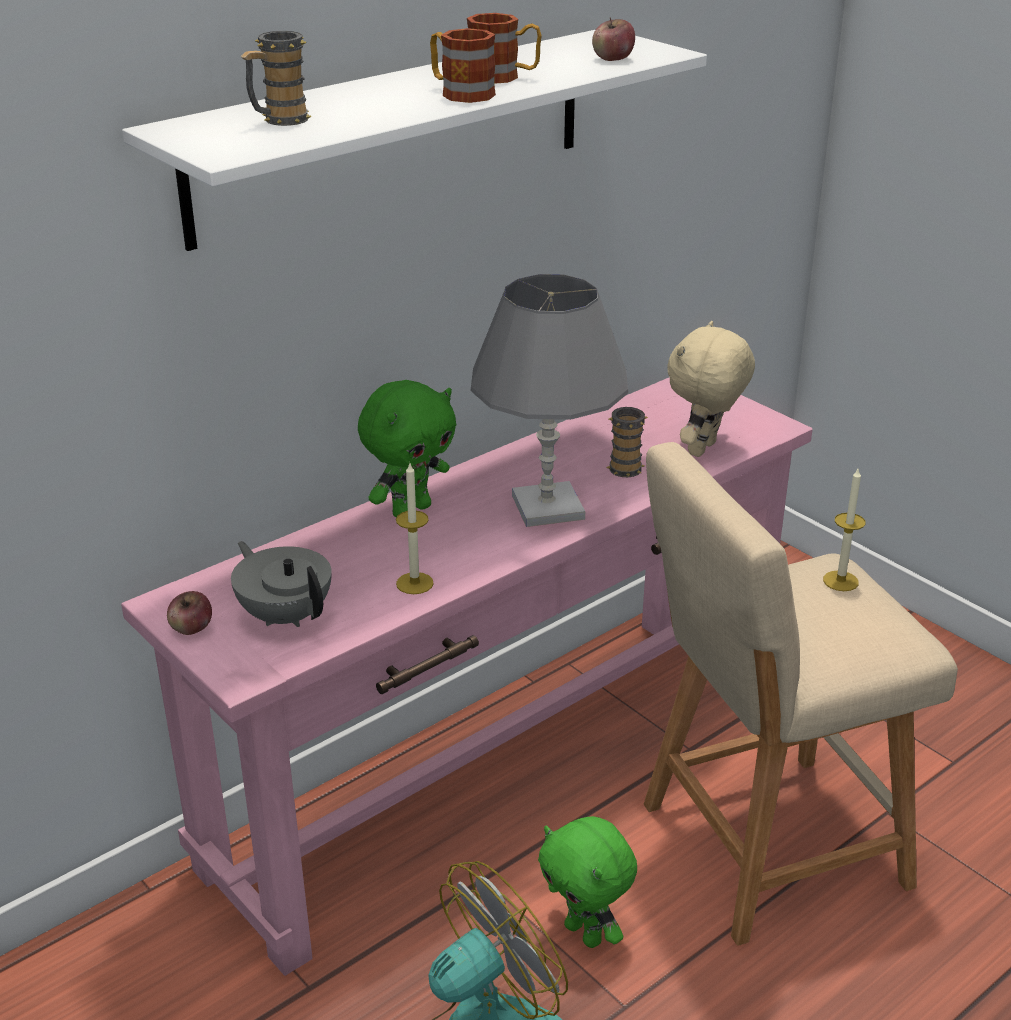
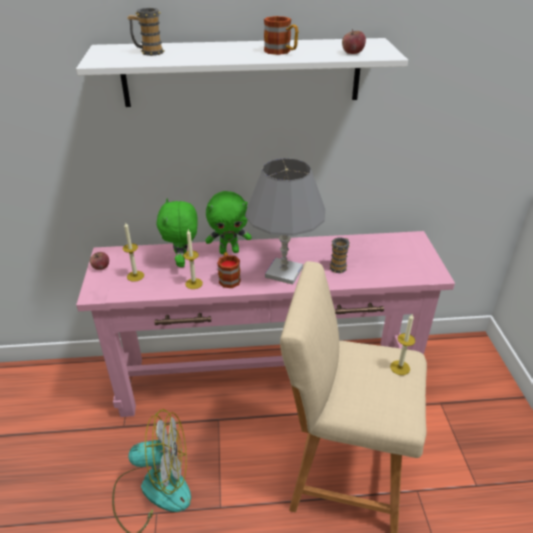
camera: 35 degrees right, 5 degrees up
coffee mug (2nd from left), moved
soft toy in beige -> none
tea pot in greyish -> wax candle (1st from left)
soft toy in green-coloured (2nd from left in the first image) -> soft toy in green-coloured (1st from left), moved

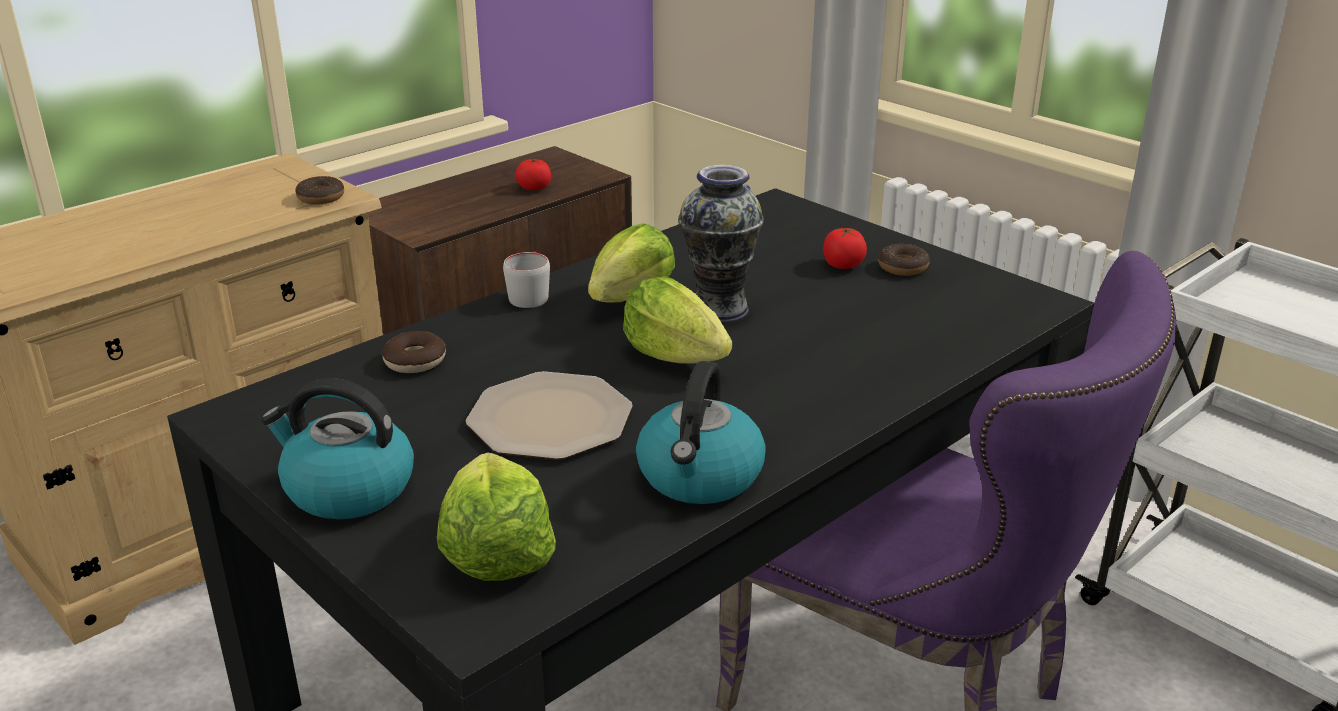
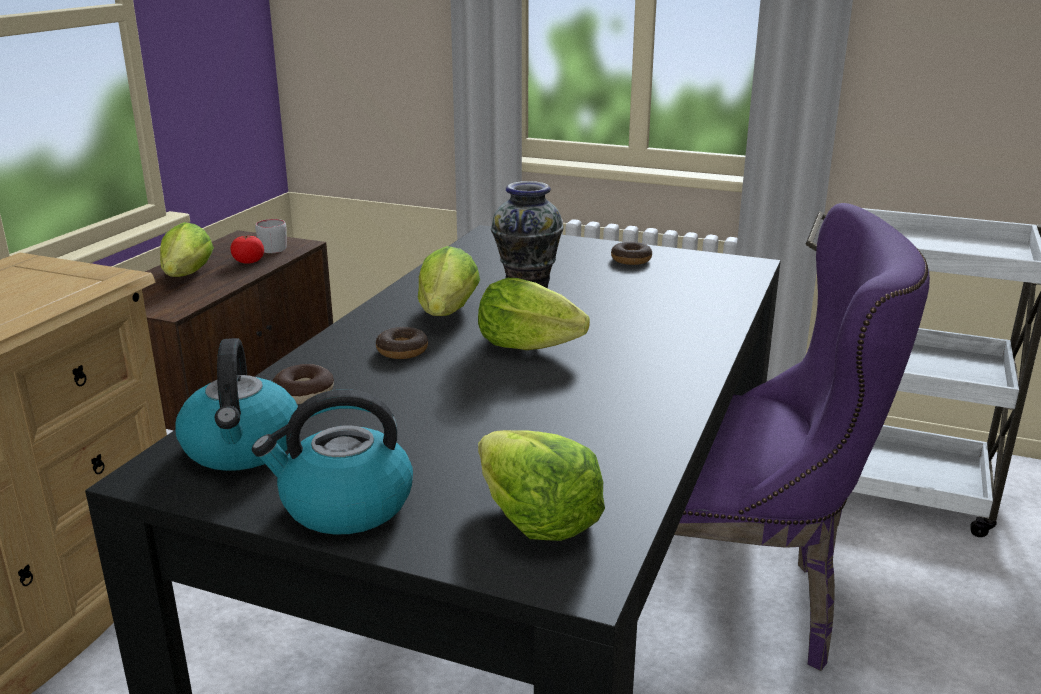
camera: 25 degrees left, 5 degrees down
ring doughnut (1st from left in the first image) -> ring doughnut (2nd from left), moved
fresh tomato (2nd from left) -> none
coffee mug in greyish, moved
water kettle (2nd from left in the first image) -> water kettle (1st from left), moved
flat dish -> none
none -> head of lettuce (1st from left)

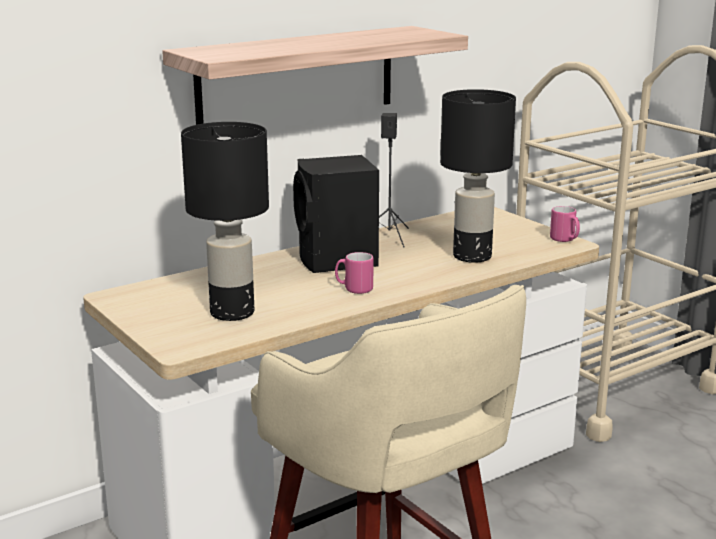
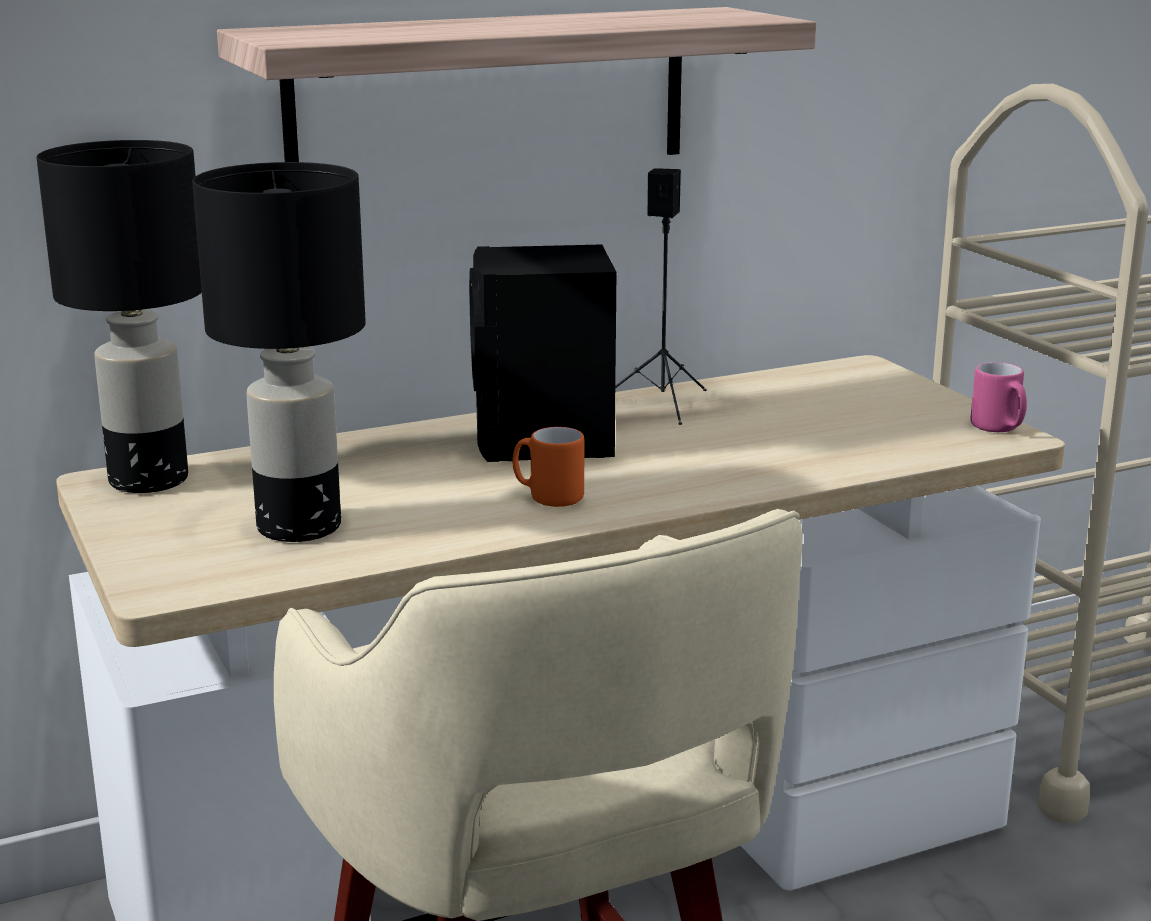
camera: 10 degrees right, 0 degrees up
tabletop lamp in black (2nd from left in the first image) -> tabletop lamp in black (1st from left), moved
coffee mug in pink (1st from left) -> coffee mug in orangey

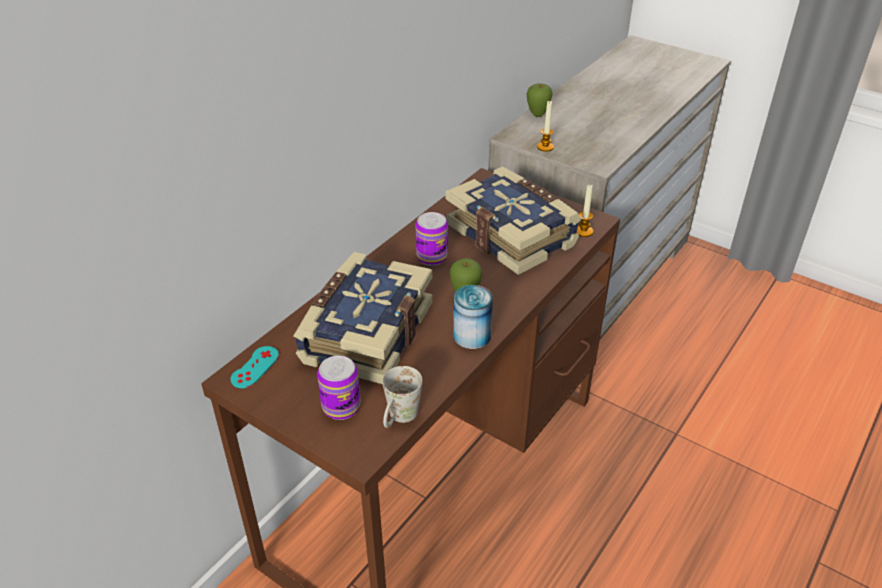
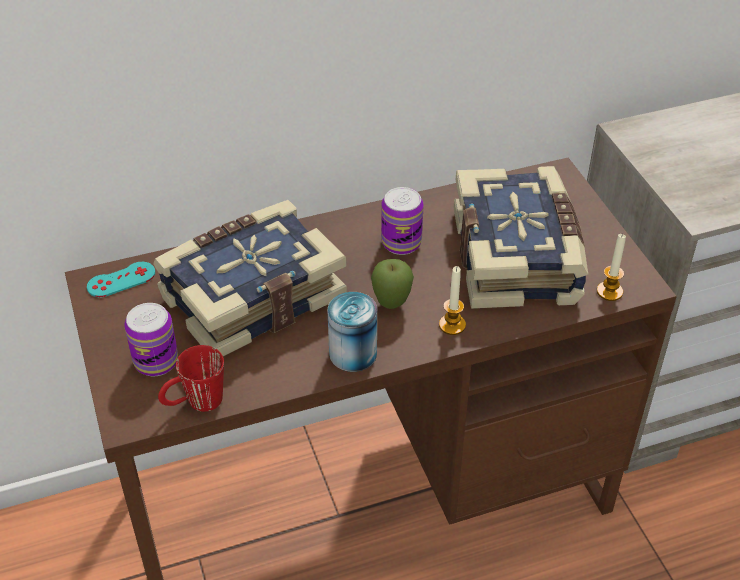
camera: 35 degrees right, 5 degrees up
apple (2nd from left) -> none
wax candle (1st from left), moved
coffee mug in white -> coffee mug in red

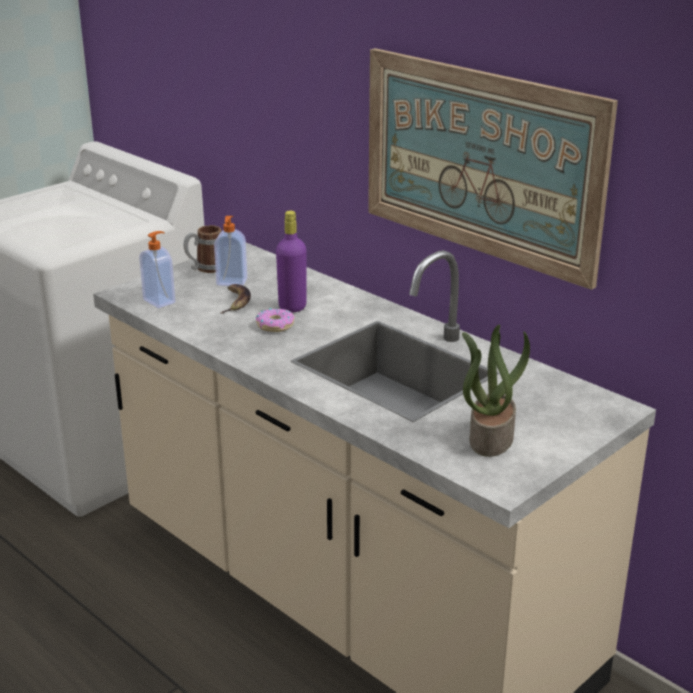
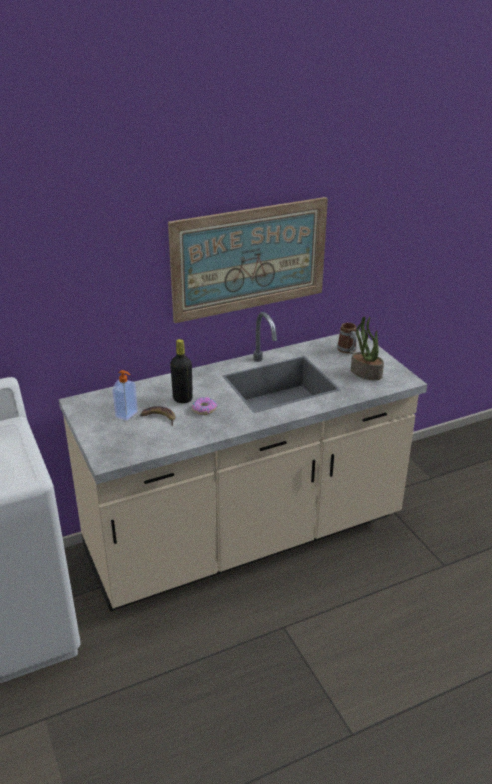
camera: 70 degrees left, 5 degrees up
drink bottle in purple -> drink bottle in black
coffee mug, moved
soap bottle (1st from left) -> none

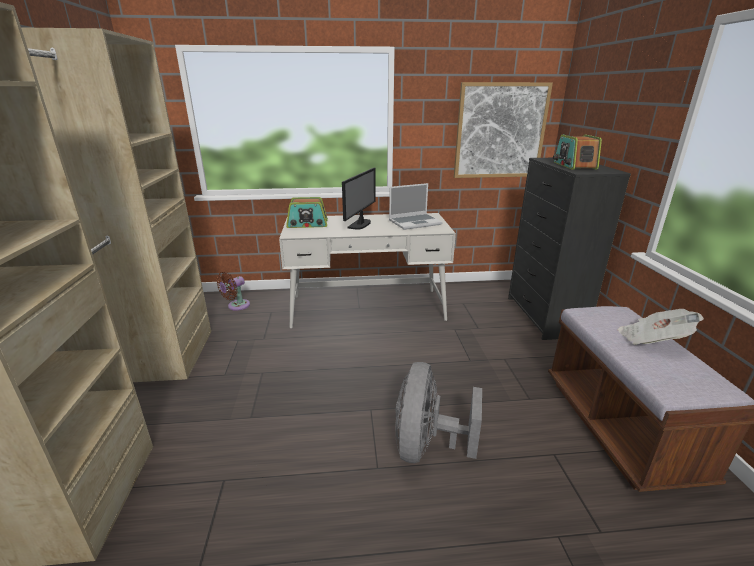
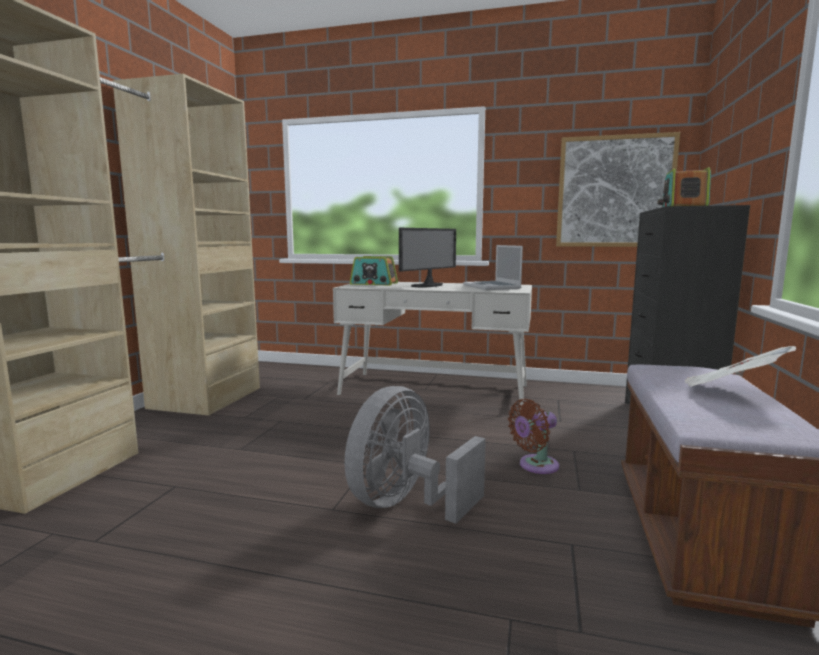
camera: 20 degrees right, 15 degrees down
laptop, 75 degrees clockwise
electric fan in brown, moved

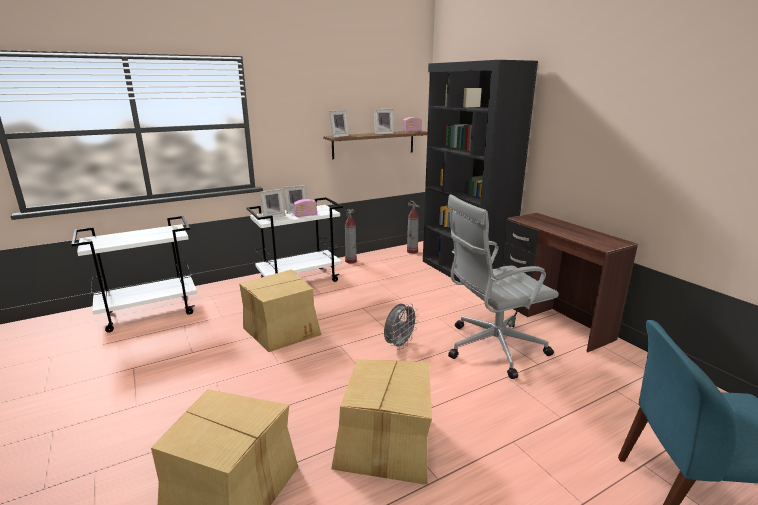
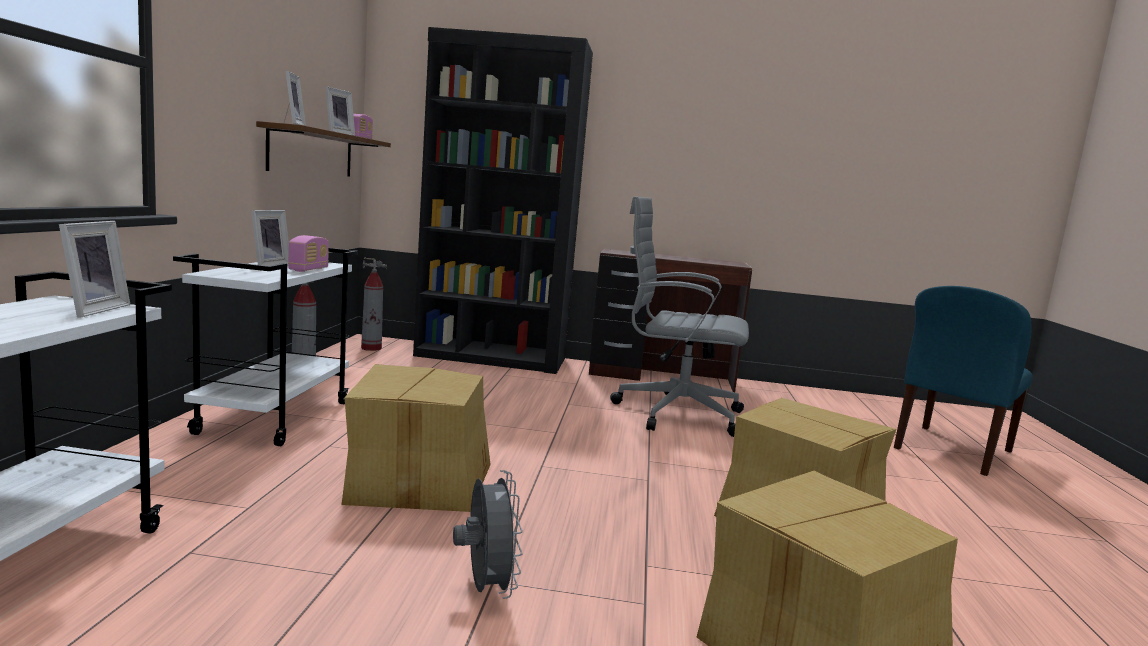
camera: 55 degrees left, 10 degrees down
picture frame (1st from left), moved
office chair in greyish, 90 degrees clockwise
electric fan in greyish, moved

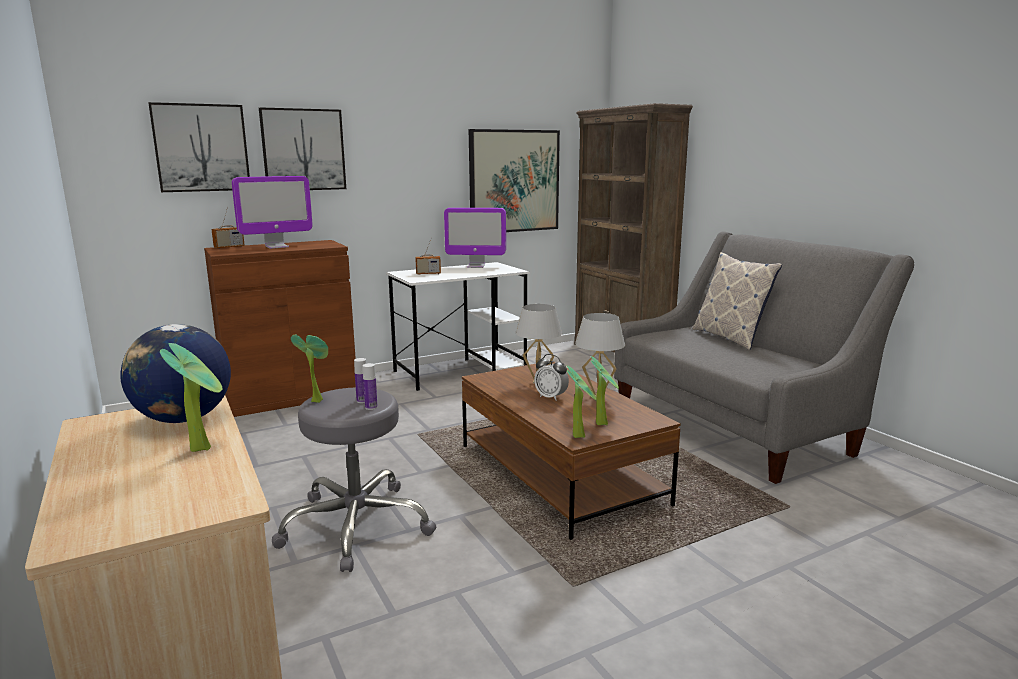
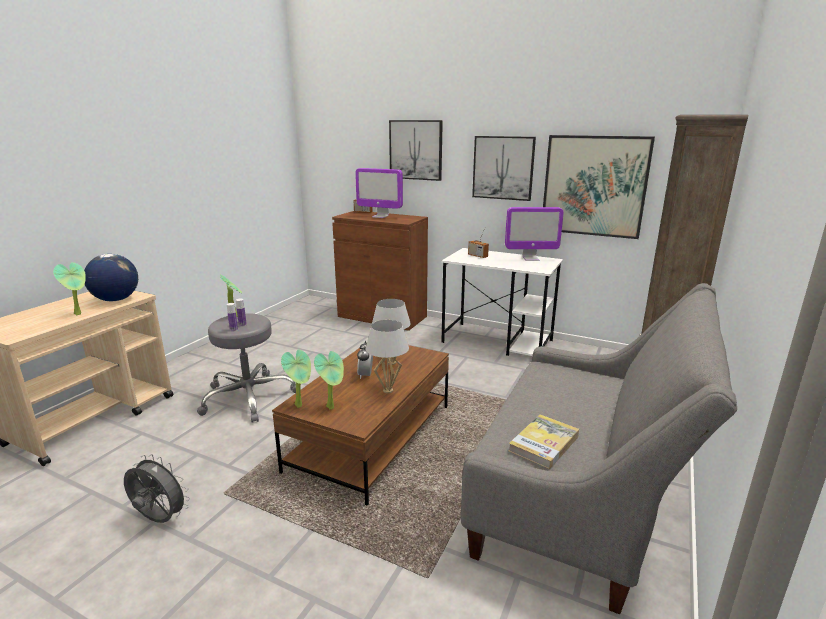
camera: 55 degrees right, 5 degrees up
picture (1st from left in the first image) -> picture (2nd from left), moved
computer screen (2nd from left), 60 degrees counterclockwise
cushion -> none
none -> bound book
none -> electric fan in greyish

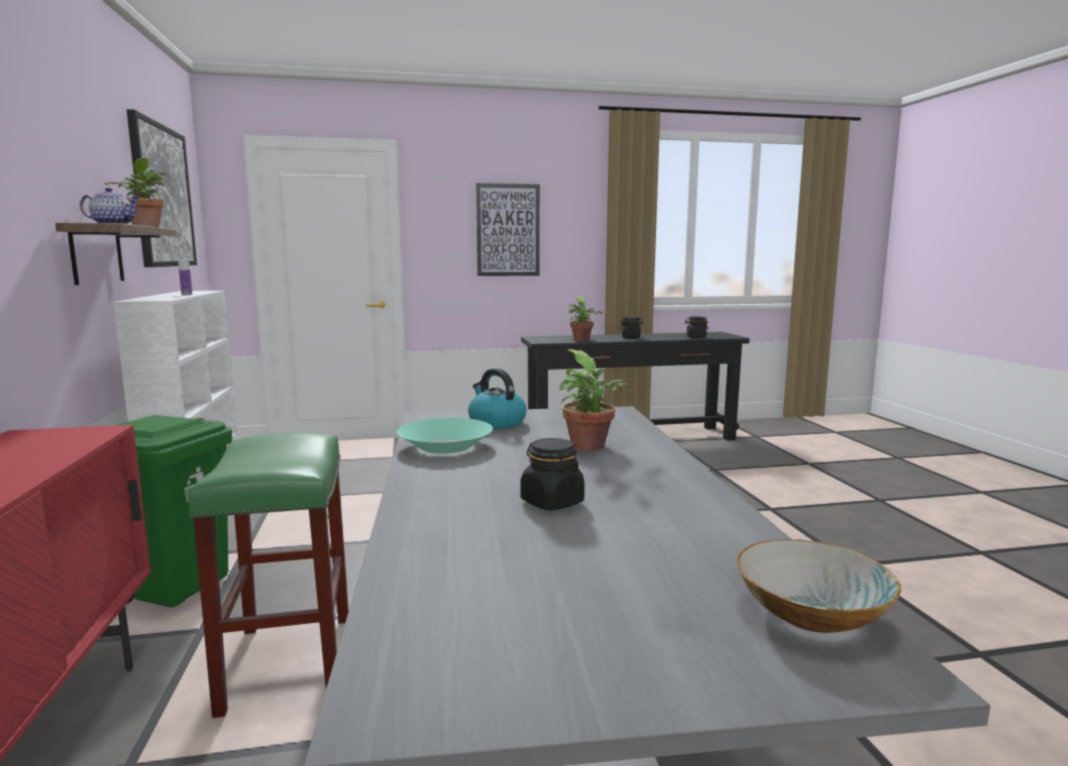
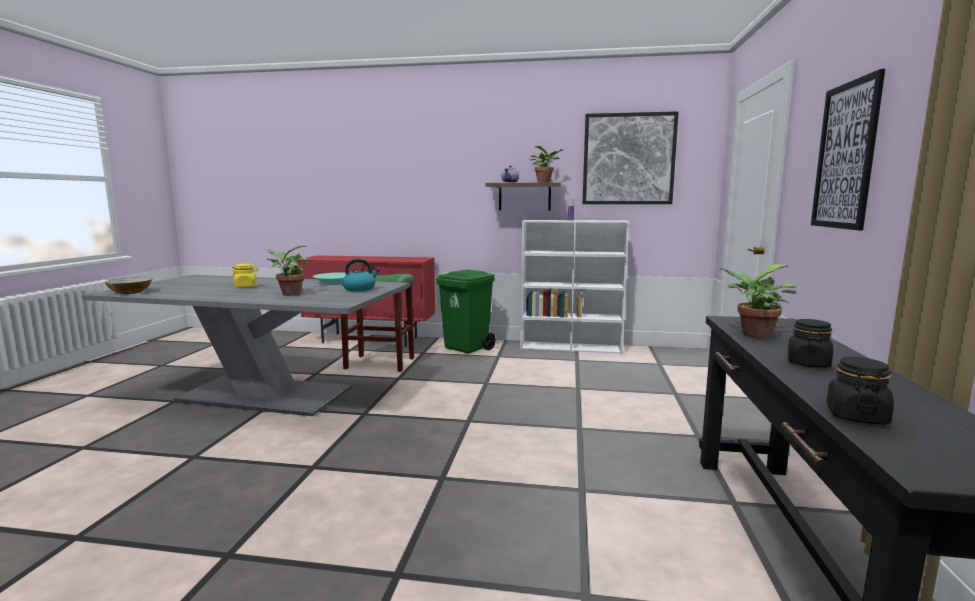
camera: 110 degrees right, 0 degrees up
jar in black (1st from left) -> jar in yellow

